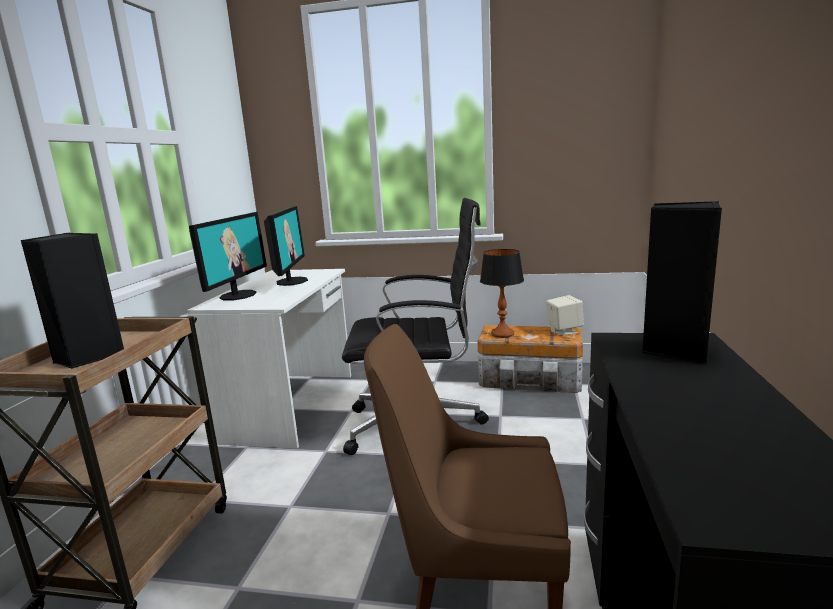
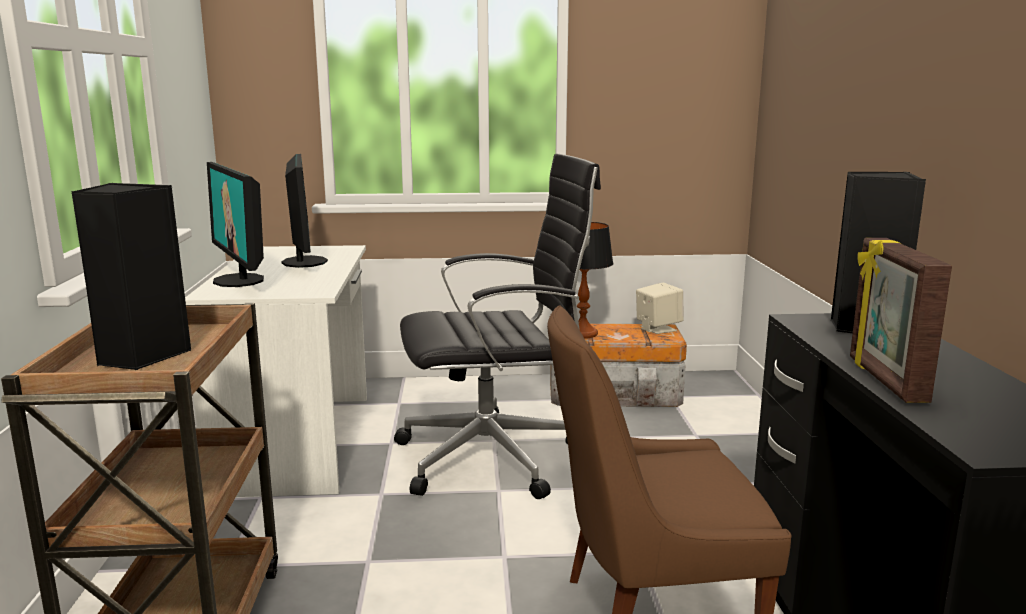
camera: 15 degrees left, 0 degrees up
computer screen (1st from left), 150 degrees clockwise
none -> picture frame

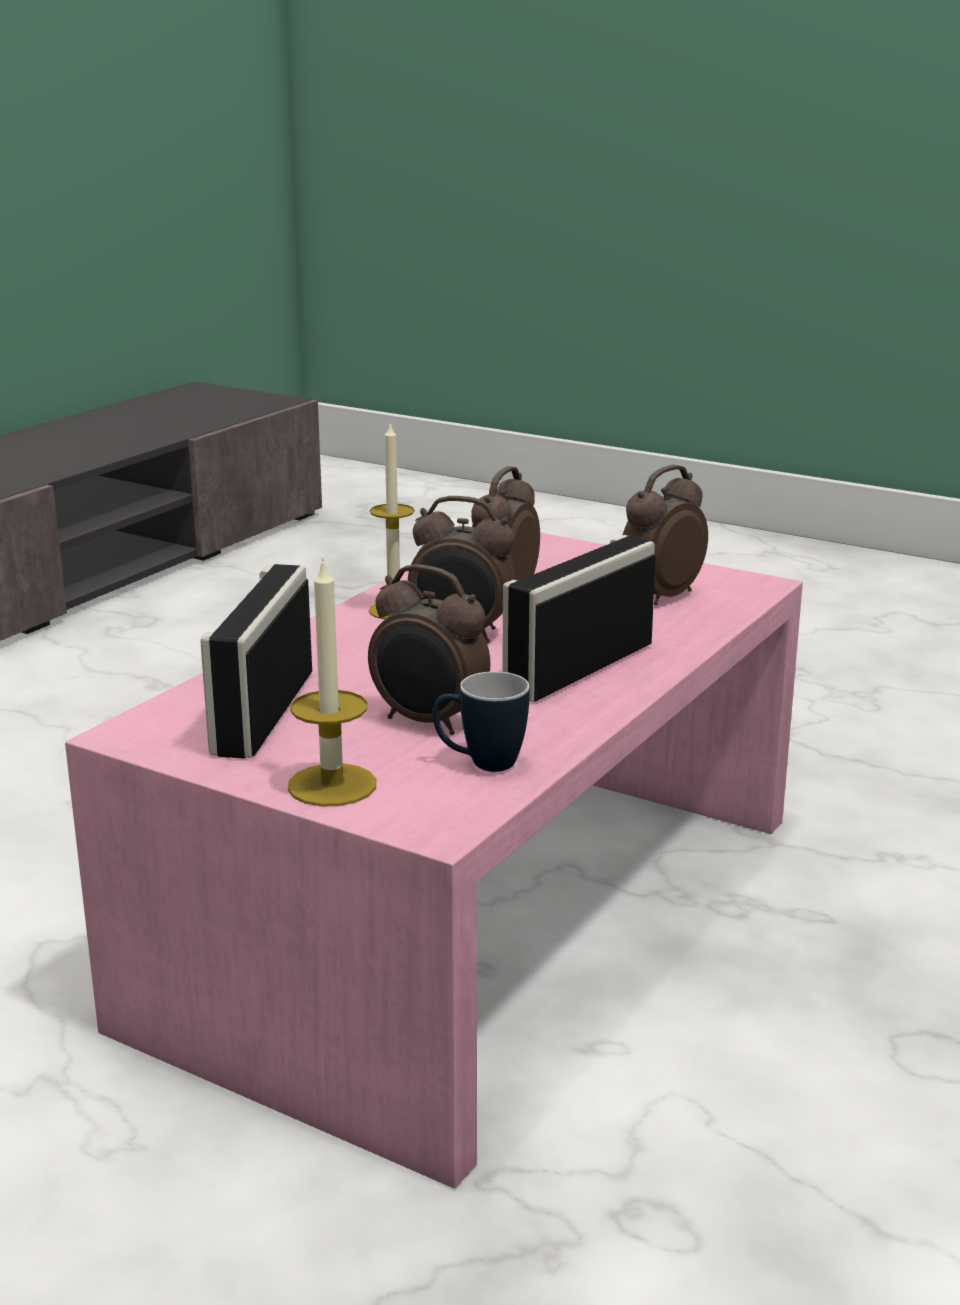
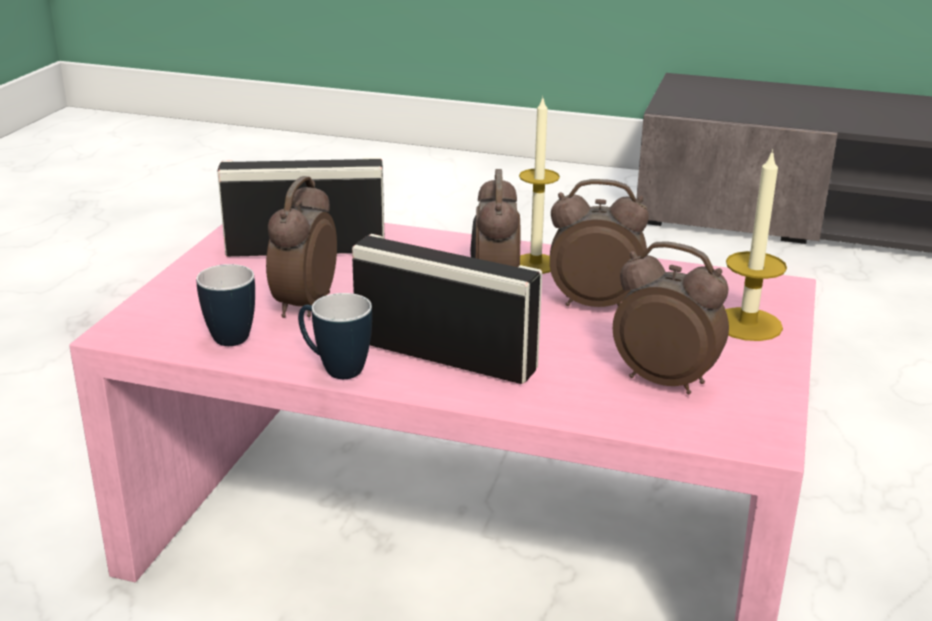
camera: 75 degrees right, 5 degrees up
wax candle (1st from left in the first image) -> wax candle (2nd from left), moved
none -> coffee mug (2nd from left)

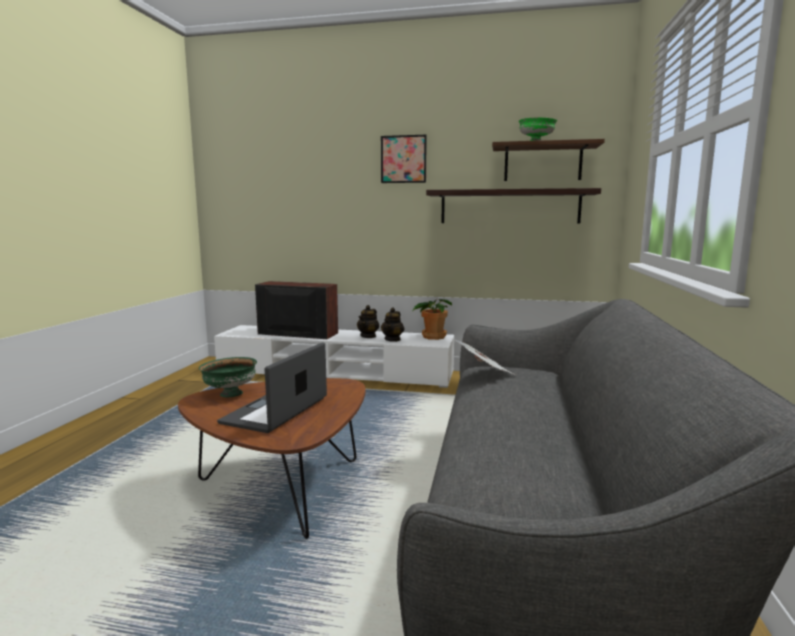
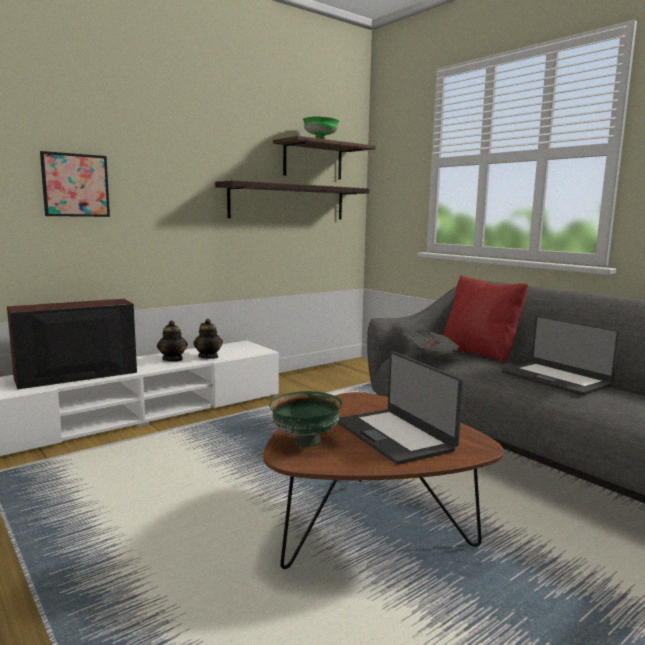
camera: 50 degrees left, 0 degrees up
picture, moved
plant in a pot -> none
none -> cushion in red
none -> laptop (2nd from left)

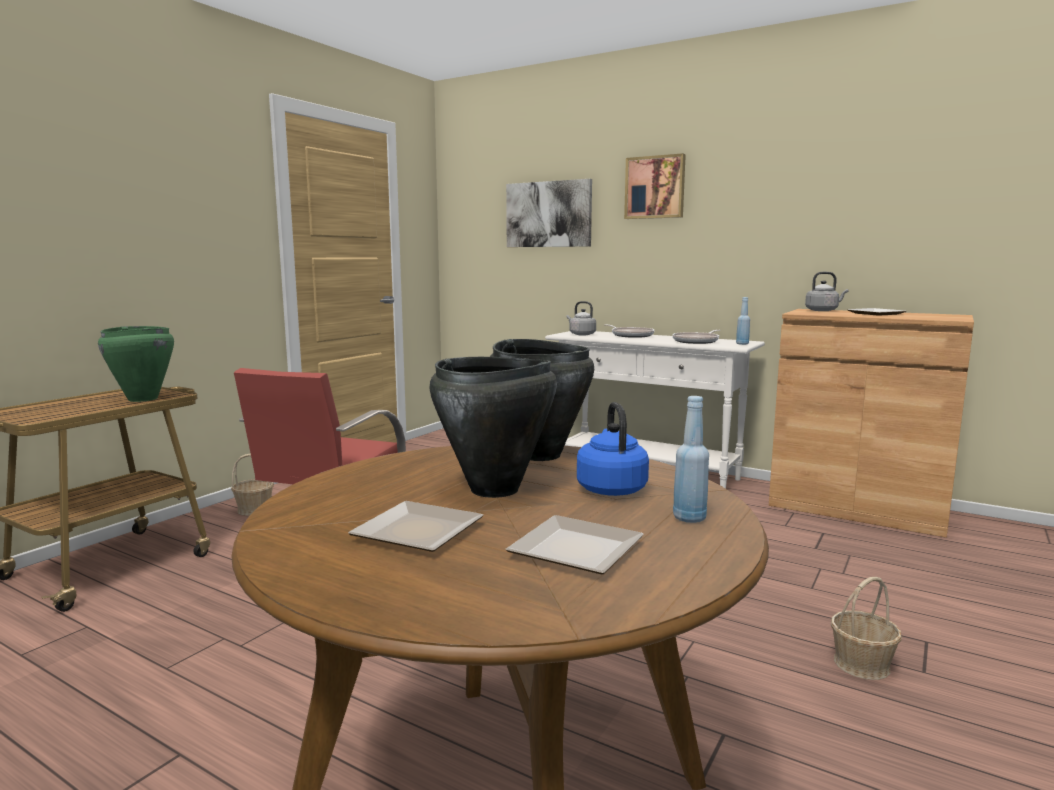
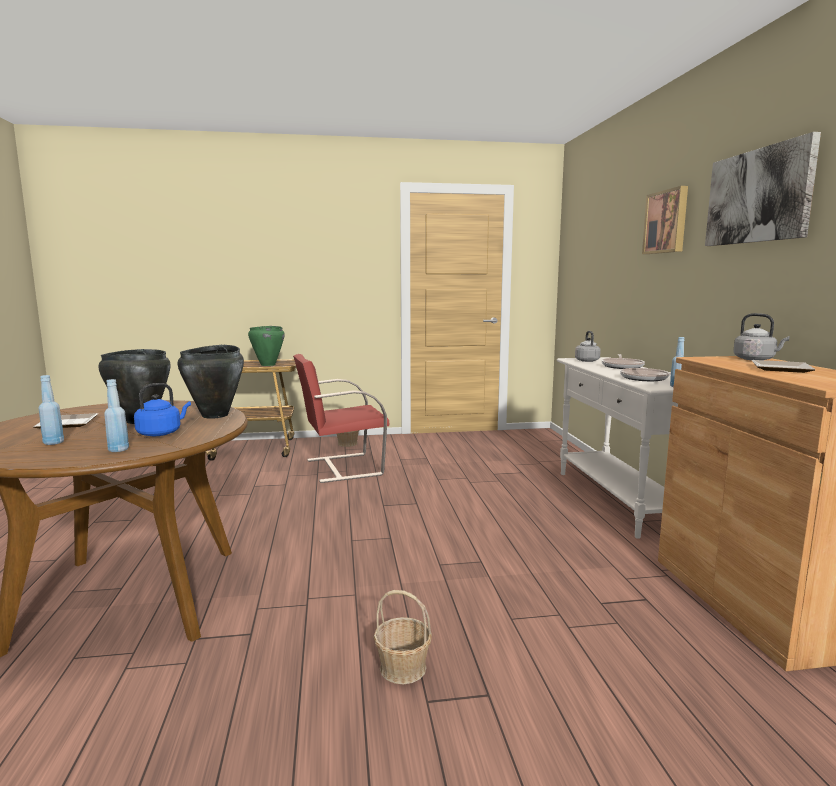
camera: 50 degrees right, 0 degrees up
picture (1st from left in the first image) -> picture (2nd from left), moved
flat dish (2nd from left) -> drink bottle in bluish (1st from left)

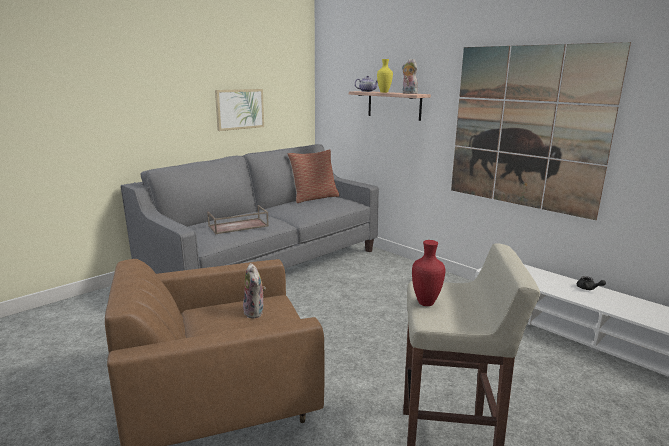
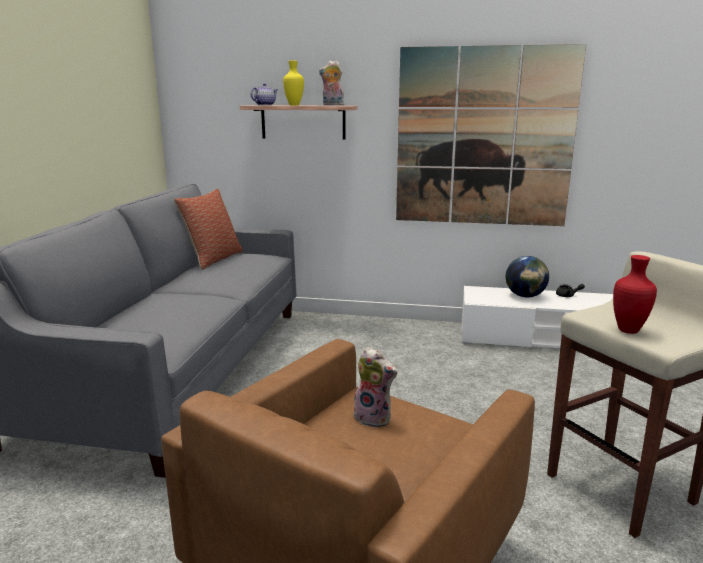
camera: 35 degrees left, 0 degrees up
picture (1st from left) -> none
carrying tray in brown -> none
none -> desk globe

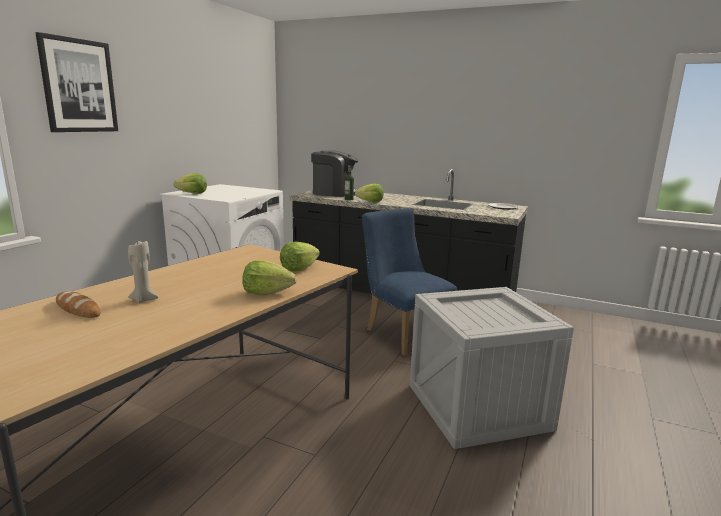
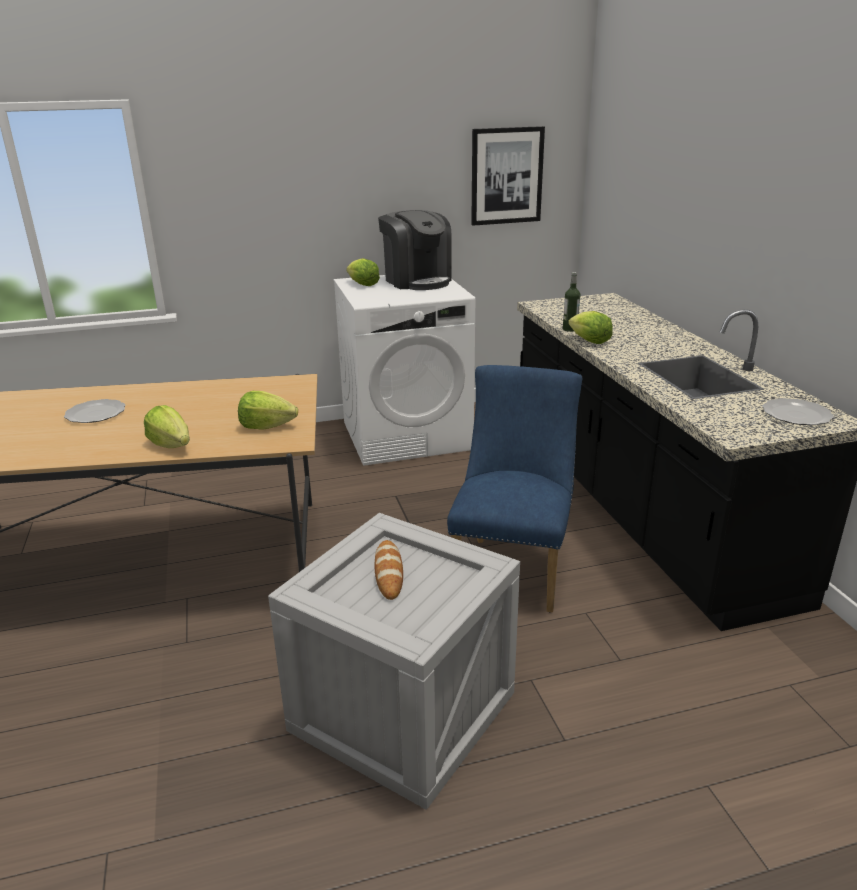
camera: 50 degrees right, 10 degrees up
picture, moved
coffee maker, moved
wax candle in beige -> flat dish (1st from left)
bread, moved

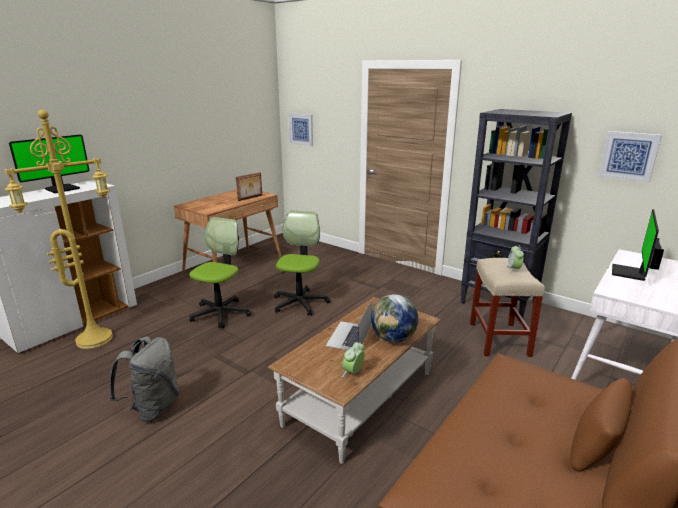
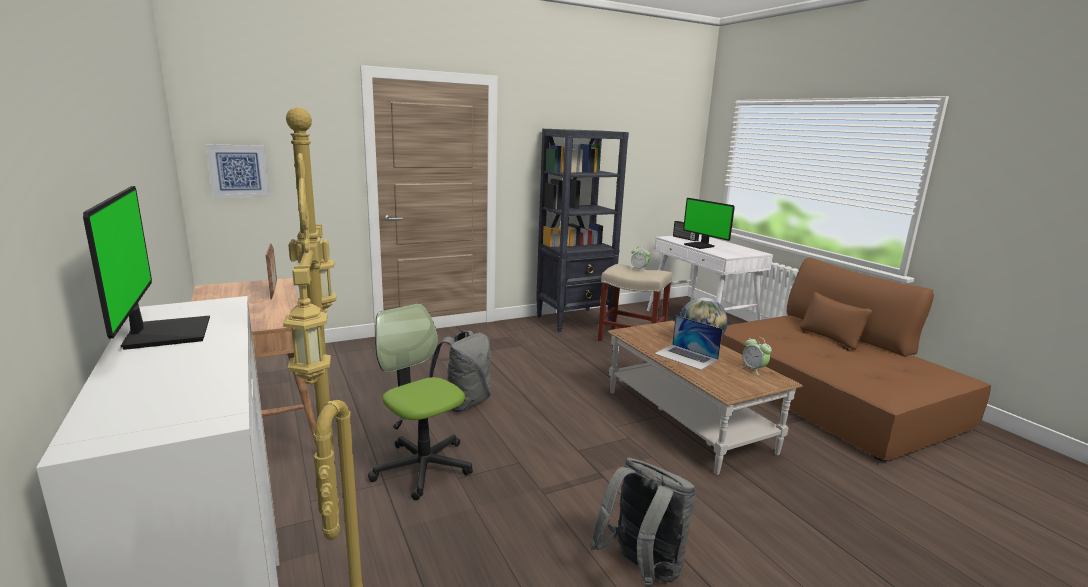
camera: 65 degrees left, 5 degrees down
picture (2nd from left) -> none
office chair (2nd from left) -> backpack in greyish (1st from left)

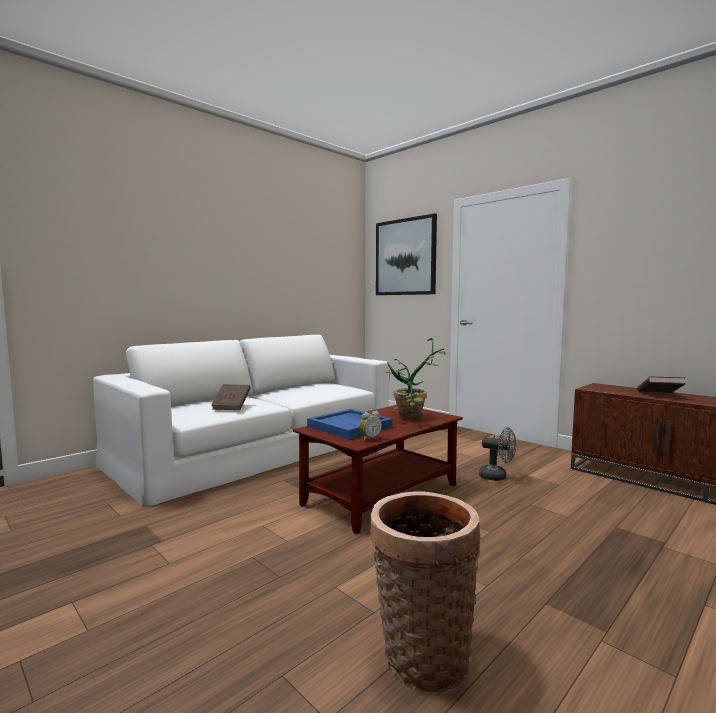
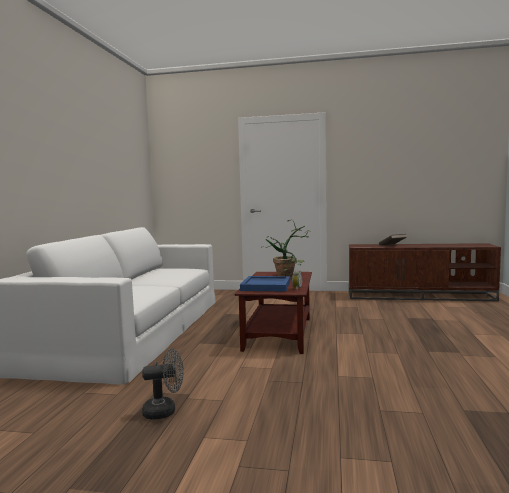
camera: 35 degrees left, 0 degrees up
picture -> none
bound book in brown (1st from left) -> none
electric fan in greyish, moved
storage basket -> none

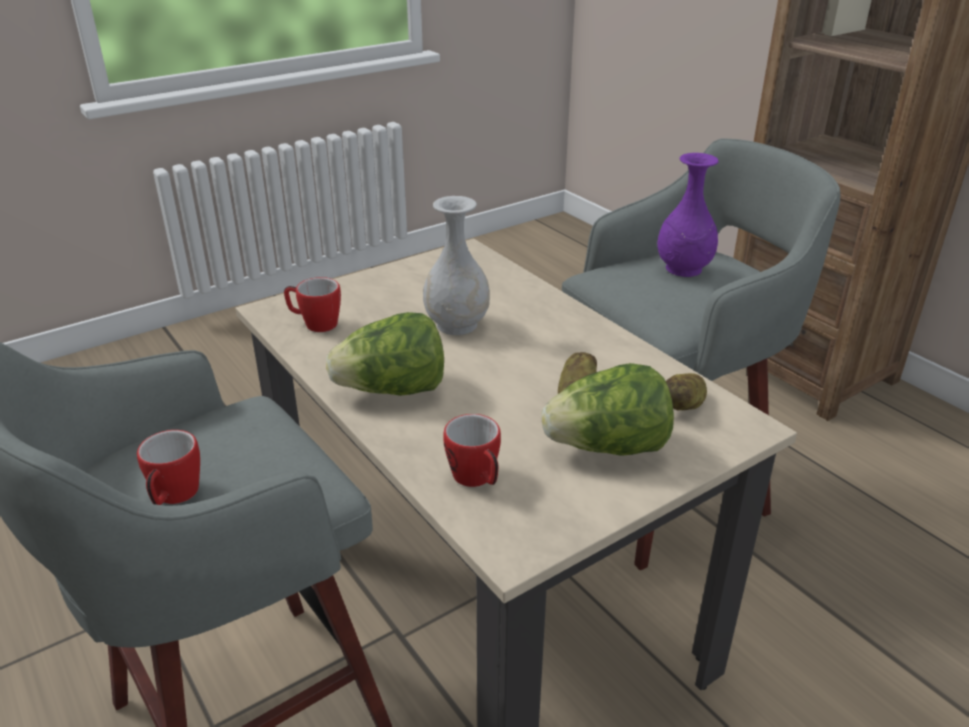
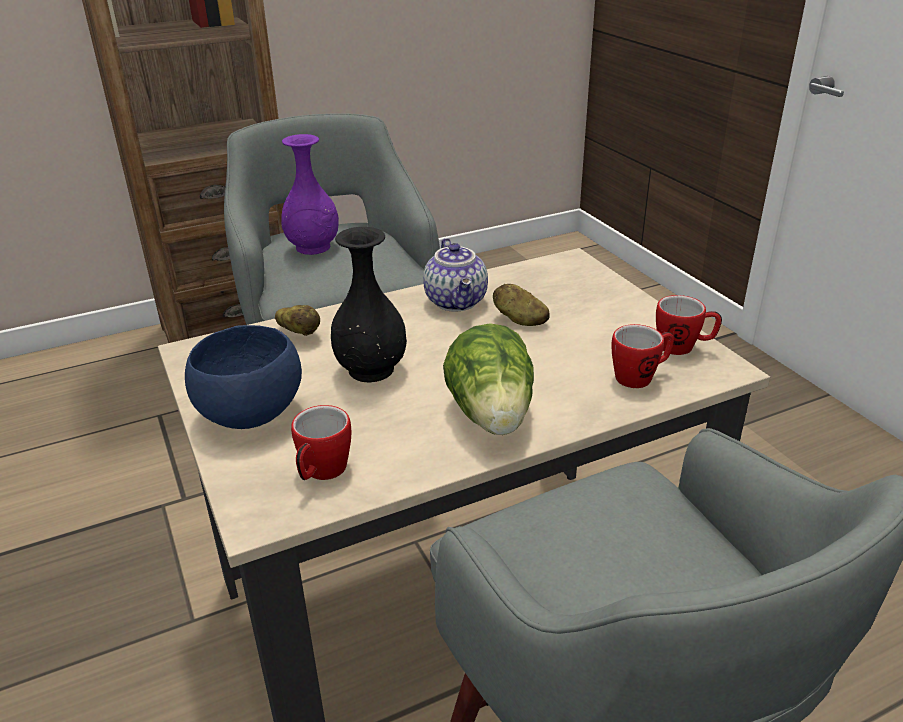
camera: 80 degrees left, 0 degrees up
decorative vase in white -> decorative vase in black
head of lettuce (2nd from left) -> none
potato (2nd from left in the first image) -> potato (1st from left), moved
coffee mug (1st from left in the first image) -> coffee mug (3rd from left), moved
none -> tea pot
none -> bowl in bluish

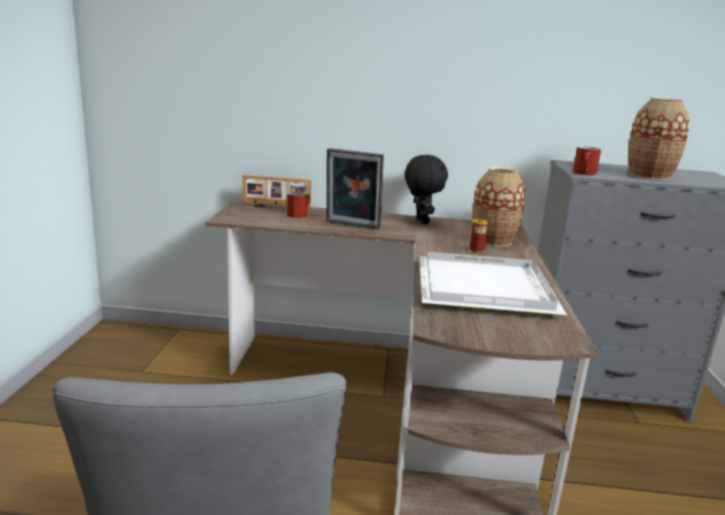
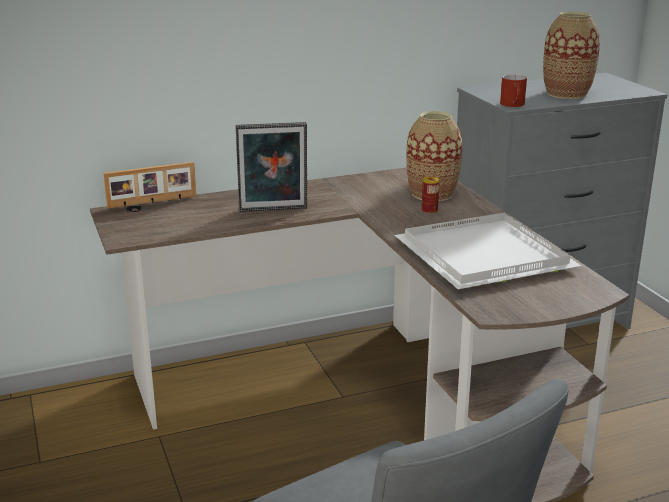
camera: 25 degrees left, 5 degrees up
soft toy in black -> none
coffee mug in red (1st from left) -> none

